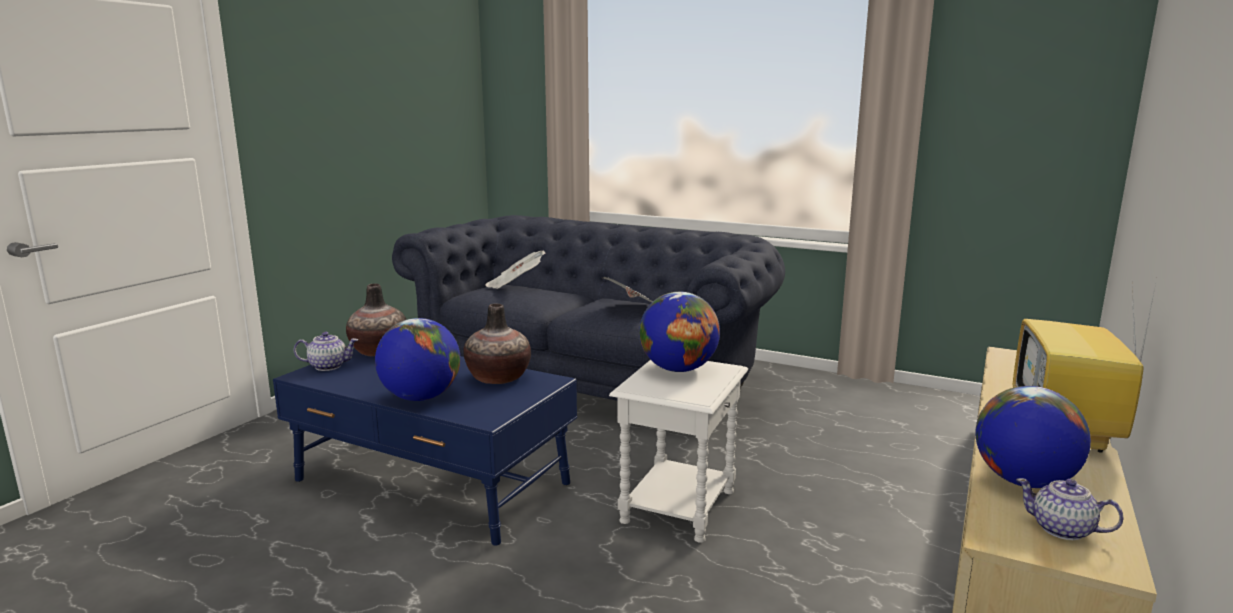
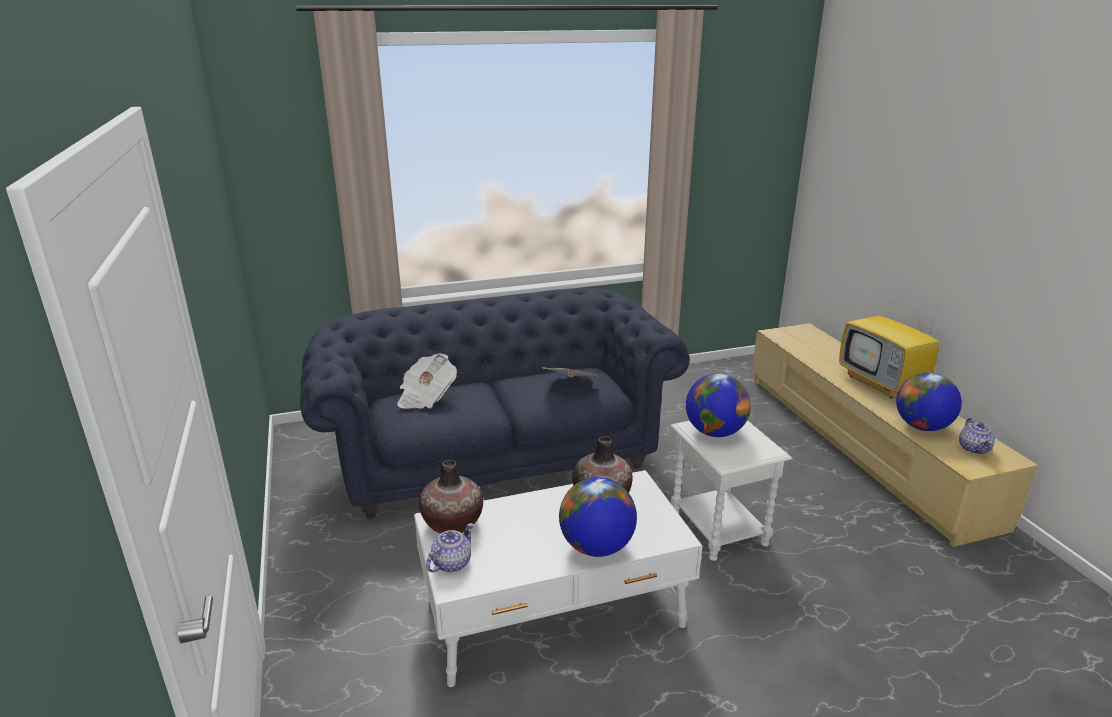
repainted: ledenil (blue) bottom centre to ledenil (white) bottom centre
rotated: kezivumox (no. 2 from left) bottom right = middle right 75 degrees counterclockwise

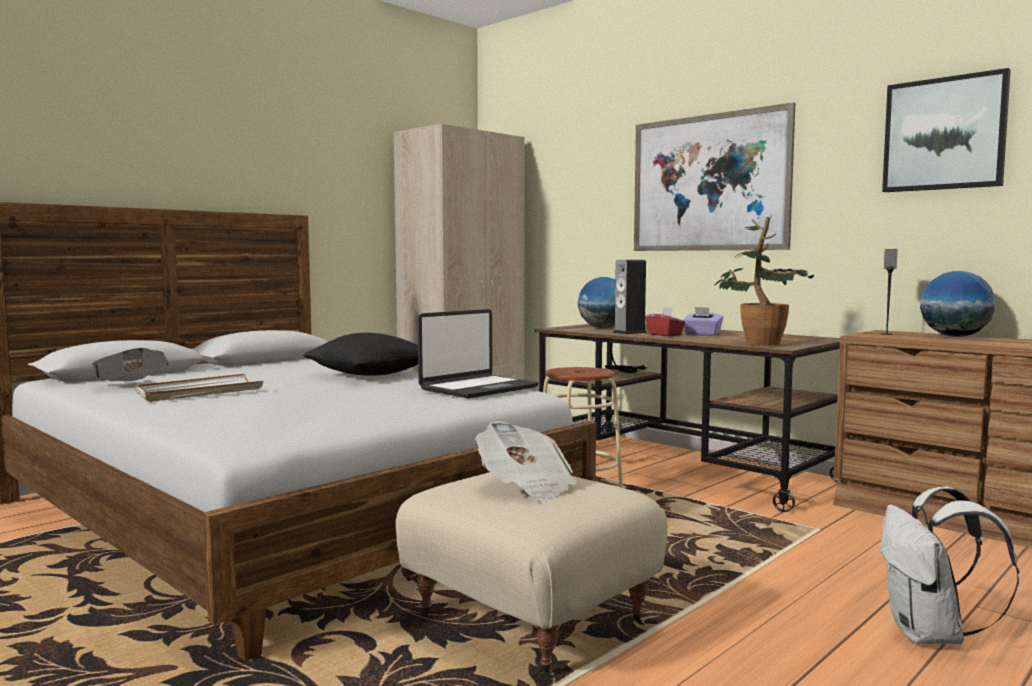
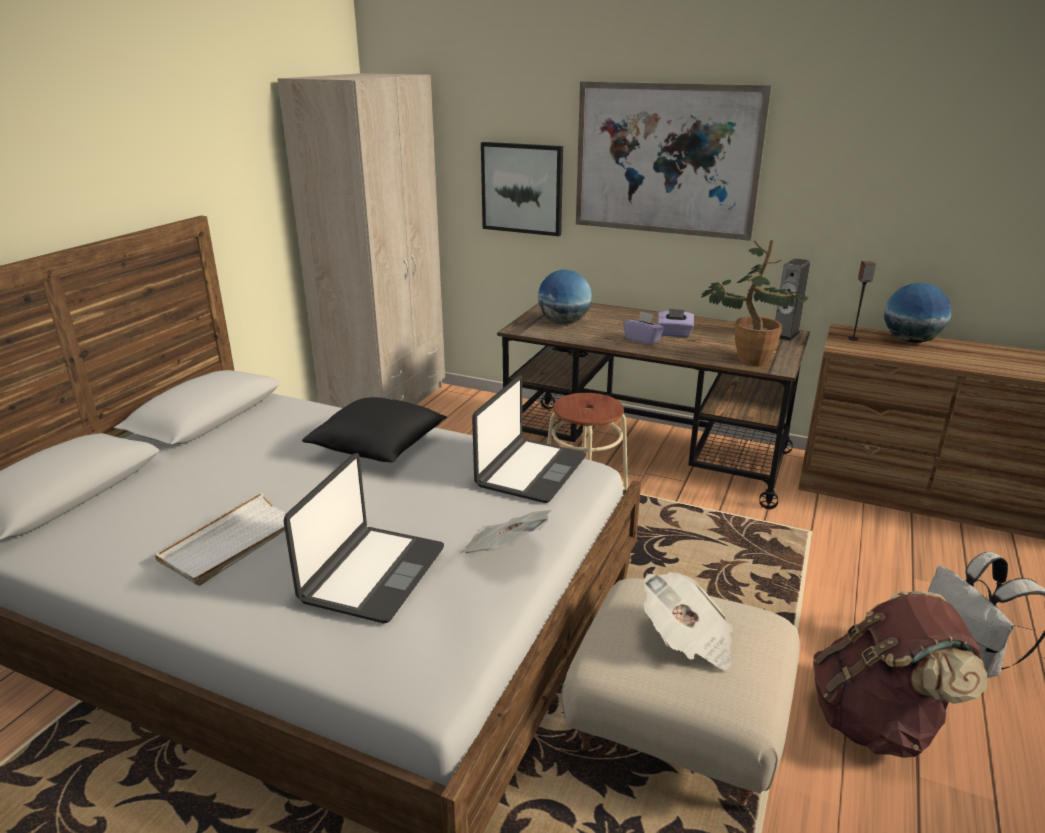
new: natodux (no. 1 from left) centre; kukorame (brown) bottom right
shifted: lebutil (no. 1 from left) middle left to centre; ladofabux (no. 1 from left) centre to middle right; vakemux (no. 2 from left in the first image) top right to vakemux (no. 1 from left) top centre
repainted: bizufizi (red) centre to bizufizi (purple) (no. 1 from left) centre

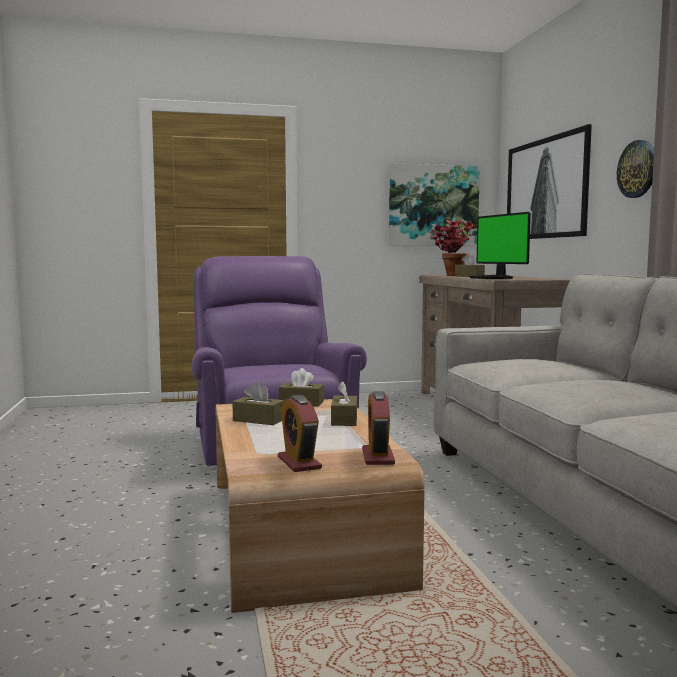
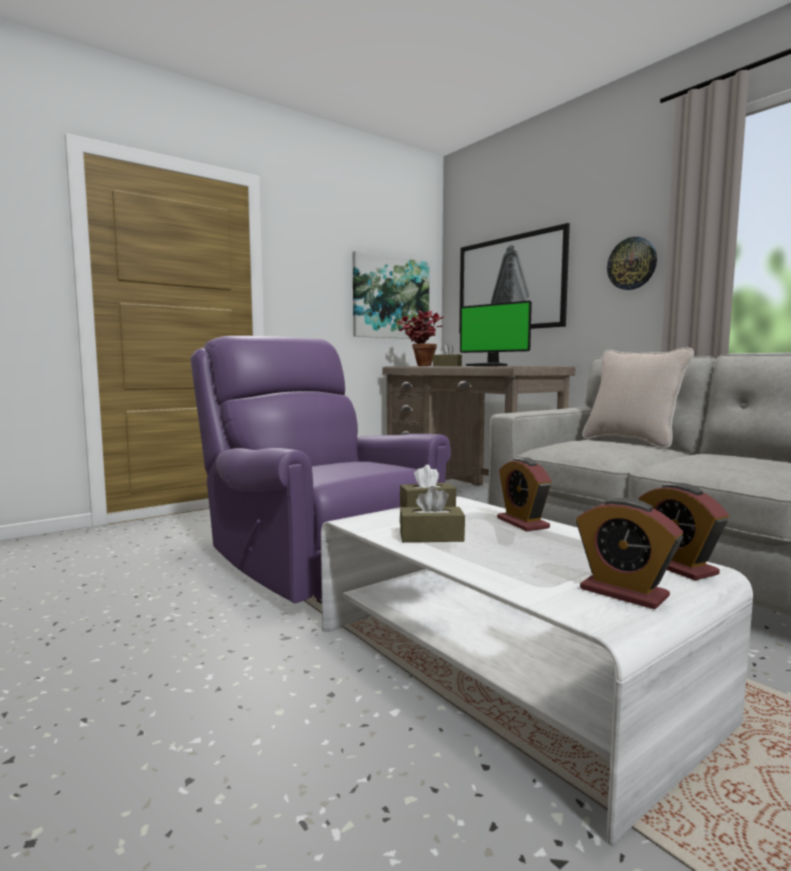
new: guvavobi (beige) middle right
swapped: bizufizi (brown) (no. 3 from left) centre to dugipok (no. 1 from left) centre
repainted: ledenil (brown) bottom centre to ledenil (white) bottom right

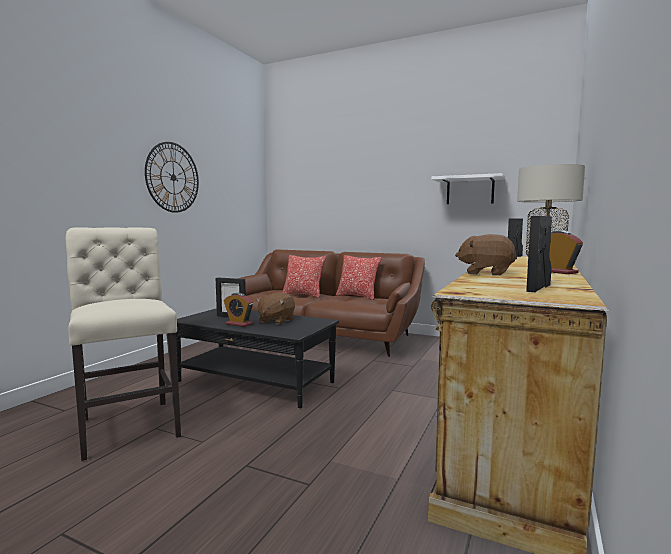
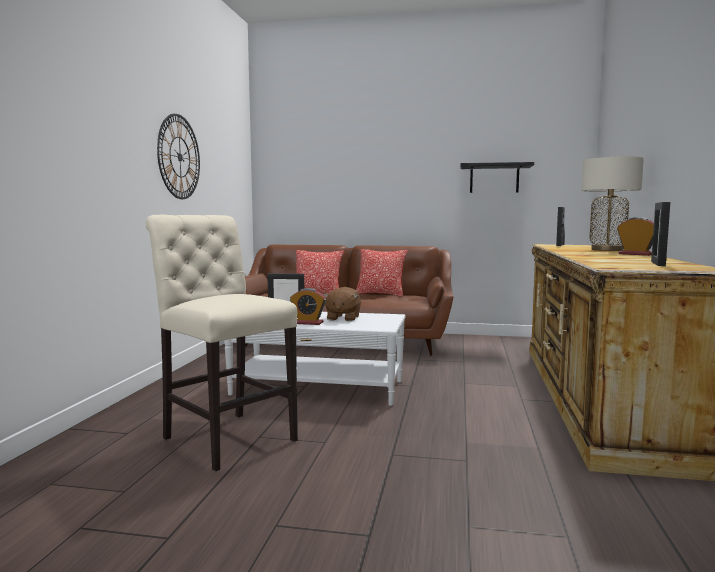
gone: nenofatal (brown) (no. 2 from left) middle right
repainted: ledenil (black) centre to ledenil (white) centre; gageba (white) middle right to gageba (black) top right

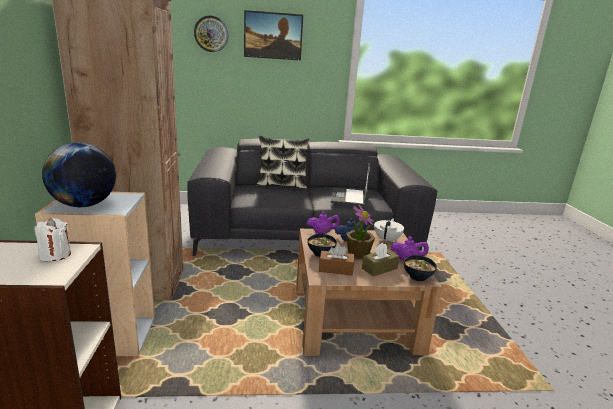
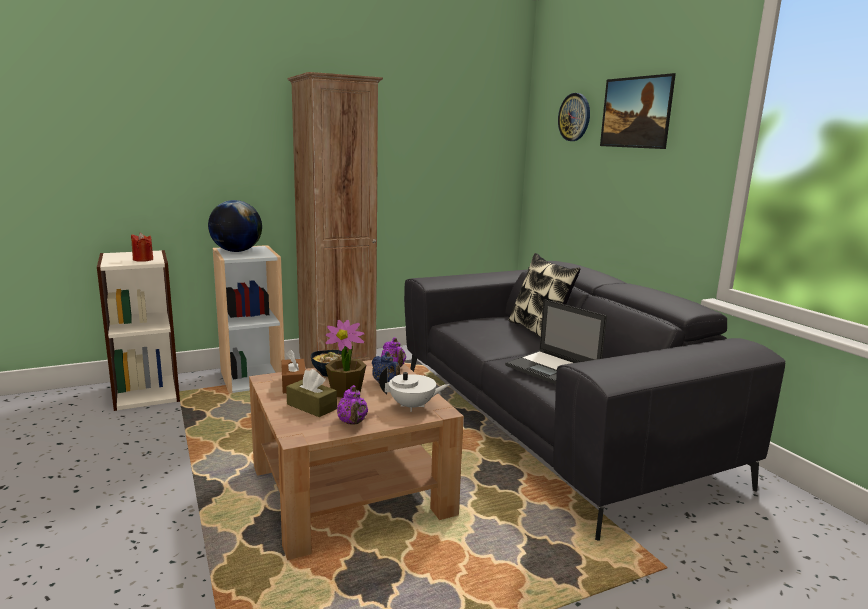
gone: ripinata (no. 2 from left) middle right
repainted: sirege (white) middle left to sirege (red) middle left
rotated: natodux centre = centre 120 degrees counterclockwise

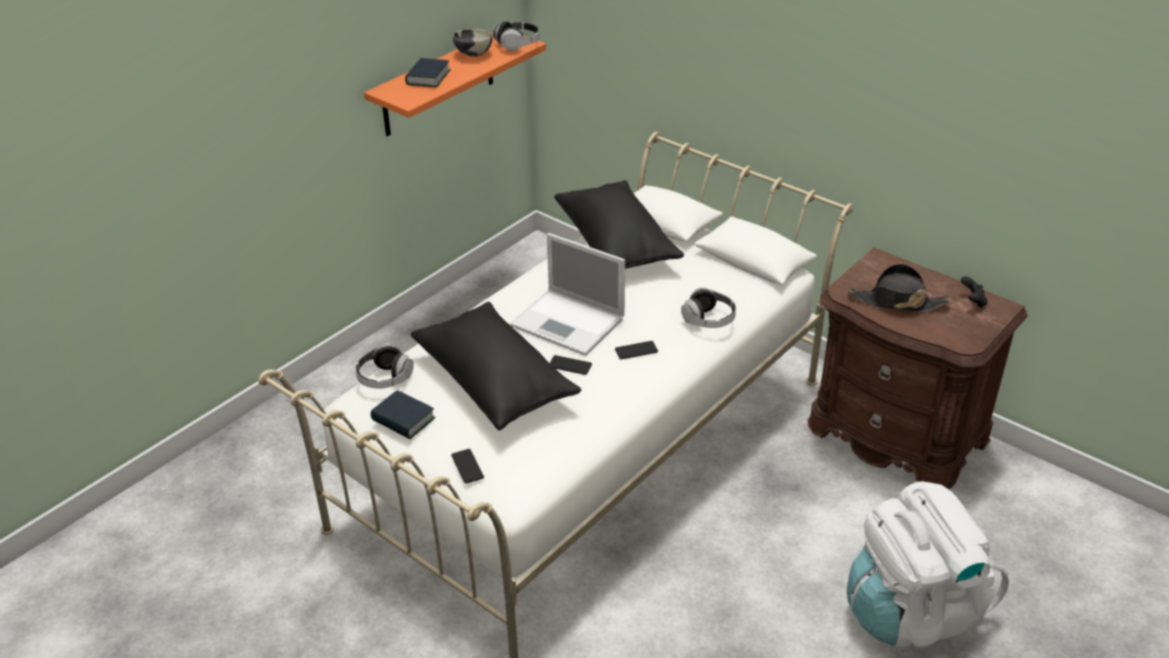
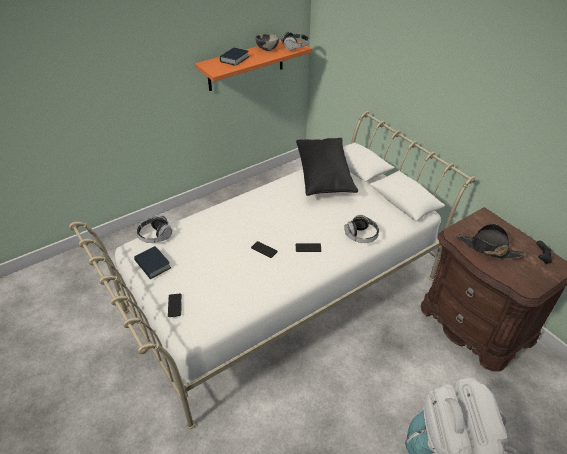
gone: guvavobi (black) (no. 1 from left) centre; natodux centre

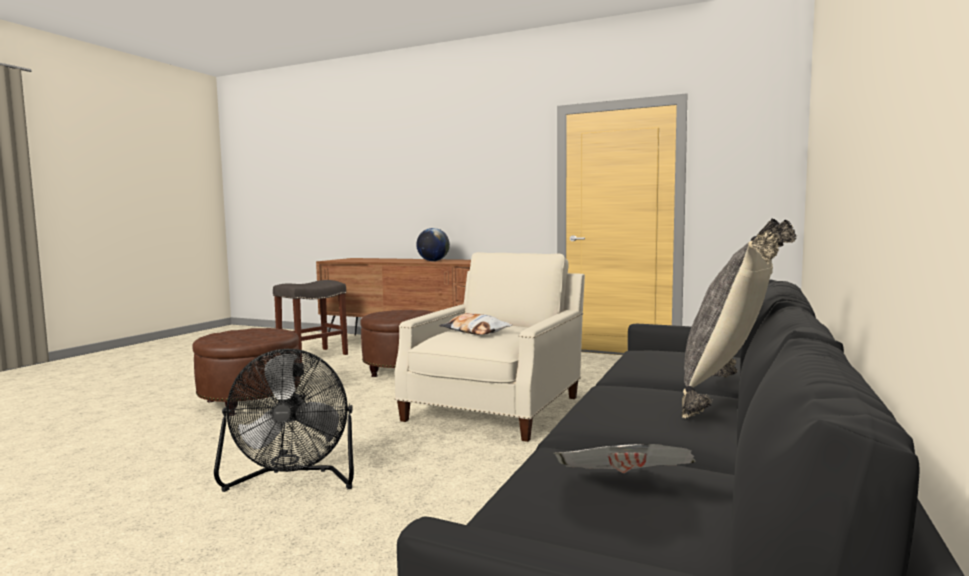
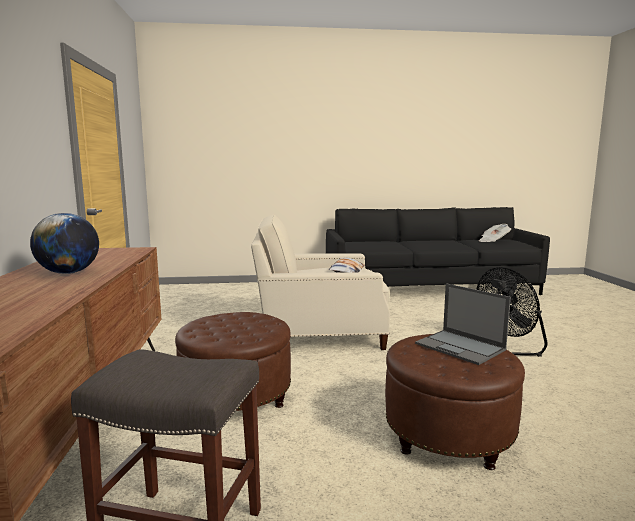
gone: guvavobi (no. 2 from left) middle right
new: natodux middle right

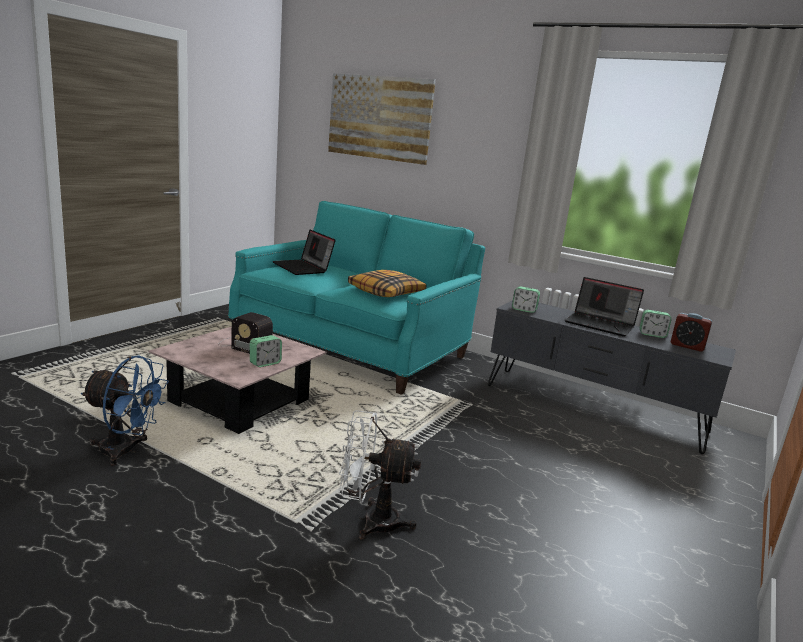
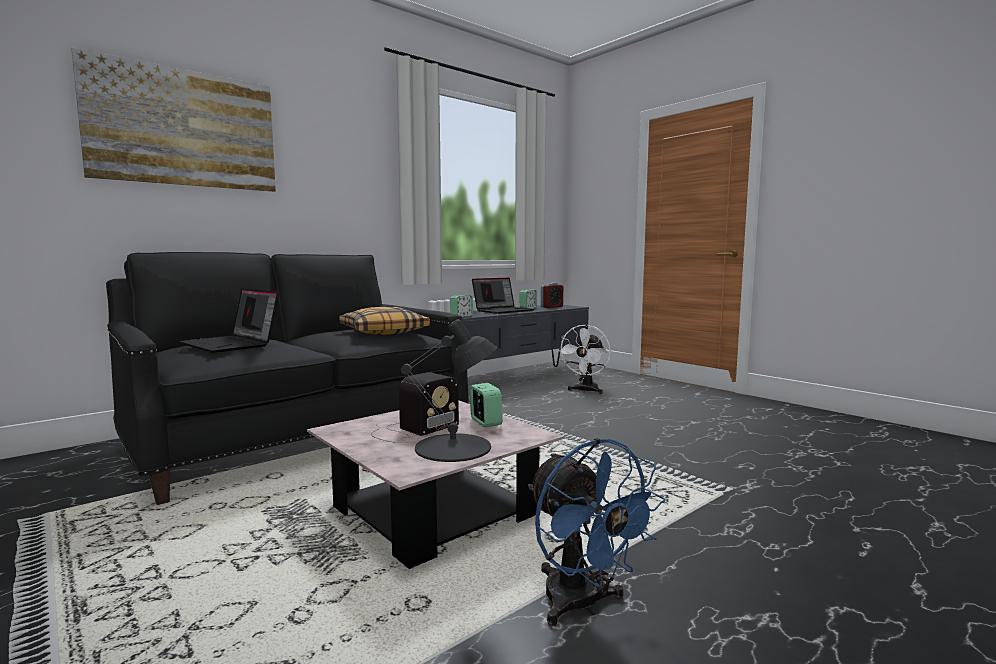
new: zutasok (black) centre
shifted: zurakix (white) bottom centre to centre
repainted: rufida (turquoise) centre to rufida (black) middle left
rotated: zurakix (blue) middle left = bottom centre 120 degrees clockwise; natodux (no. 1 from left) centre = middle left 60 degrees clockwise

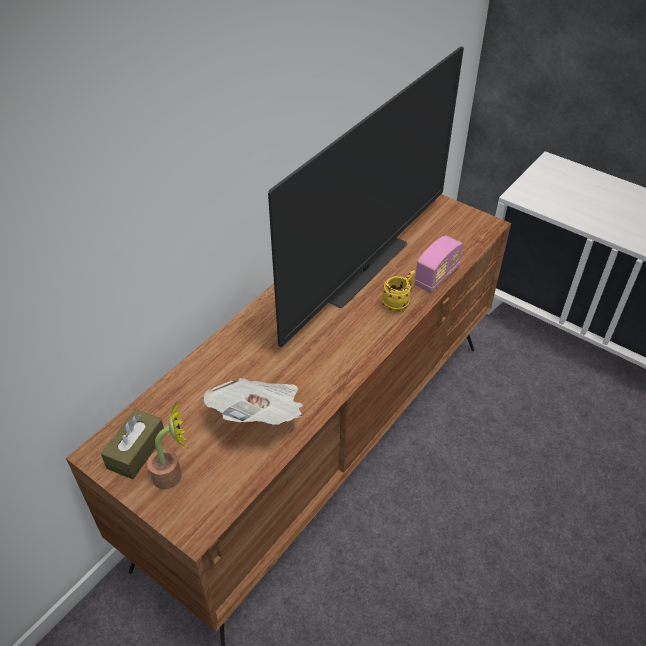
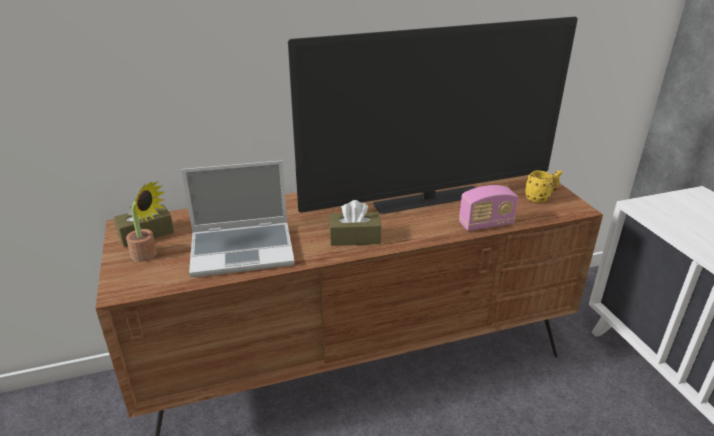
new: bizufizi (brown) (no. 2 from left) centre
shifted: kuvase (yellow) centre to middle right
swapped: lebutil centre to natodux centre

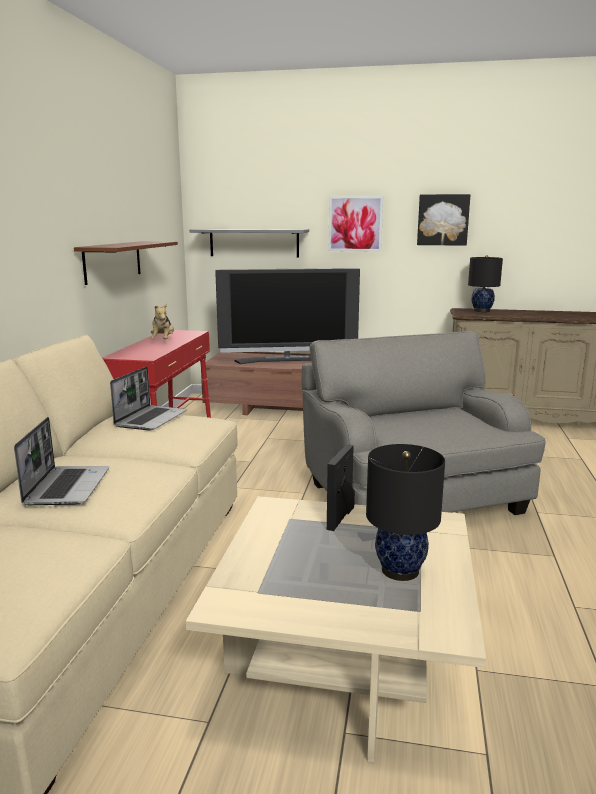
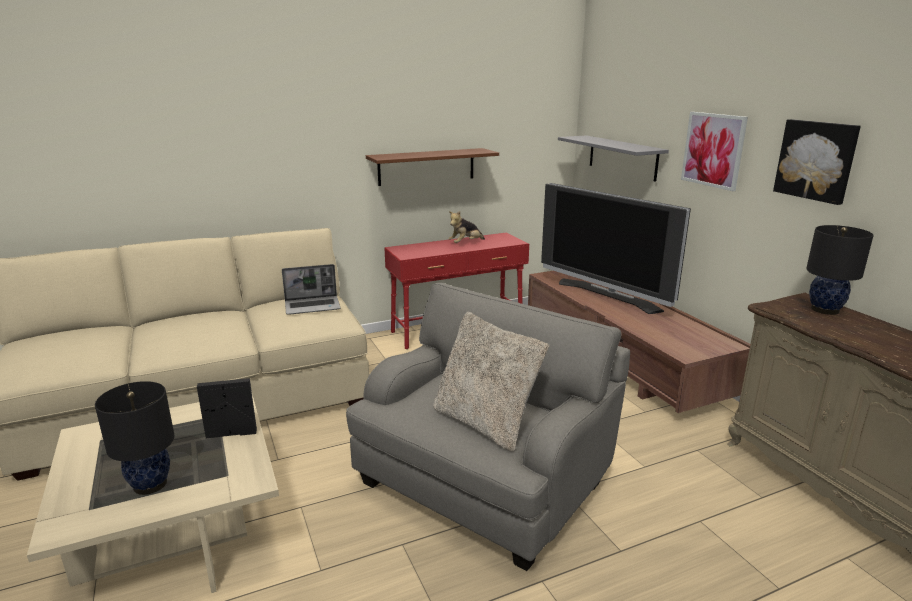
gone: natodux (no. 1 from left) middle left
new: guvavobi (beige) centre

